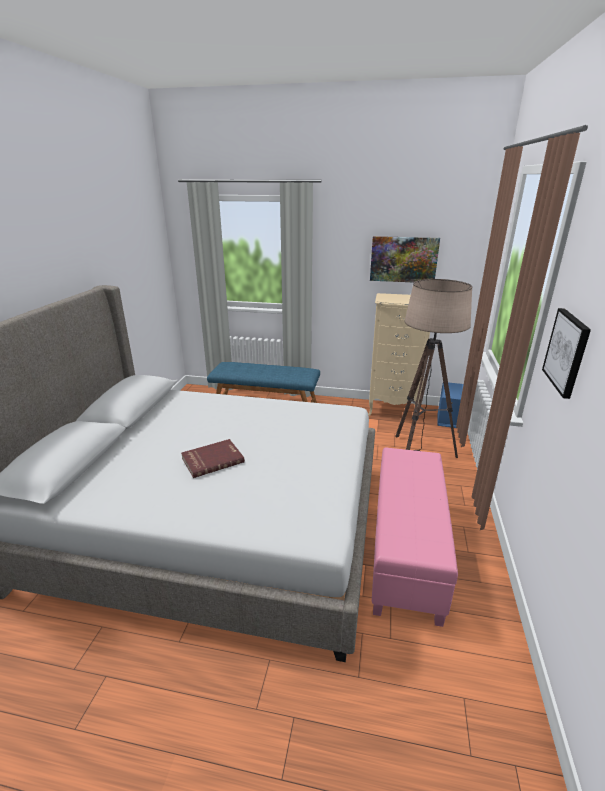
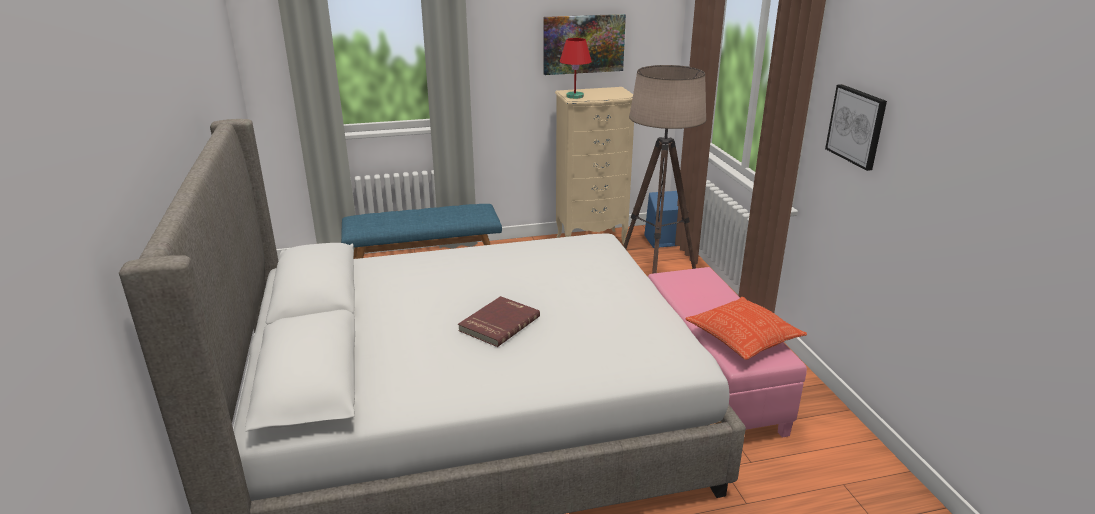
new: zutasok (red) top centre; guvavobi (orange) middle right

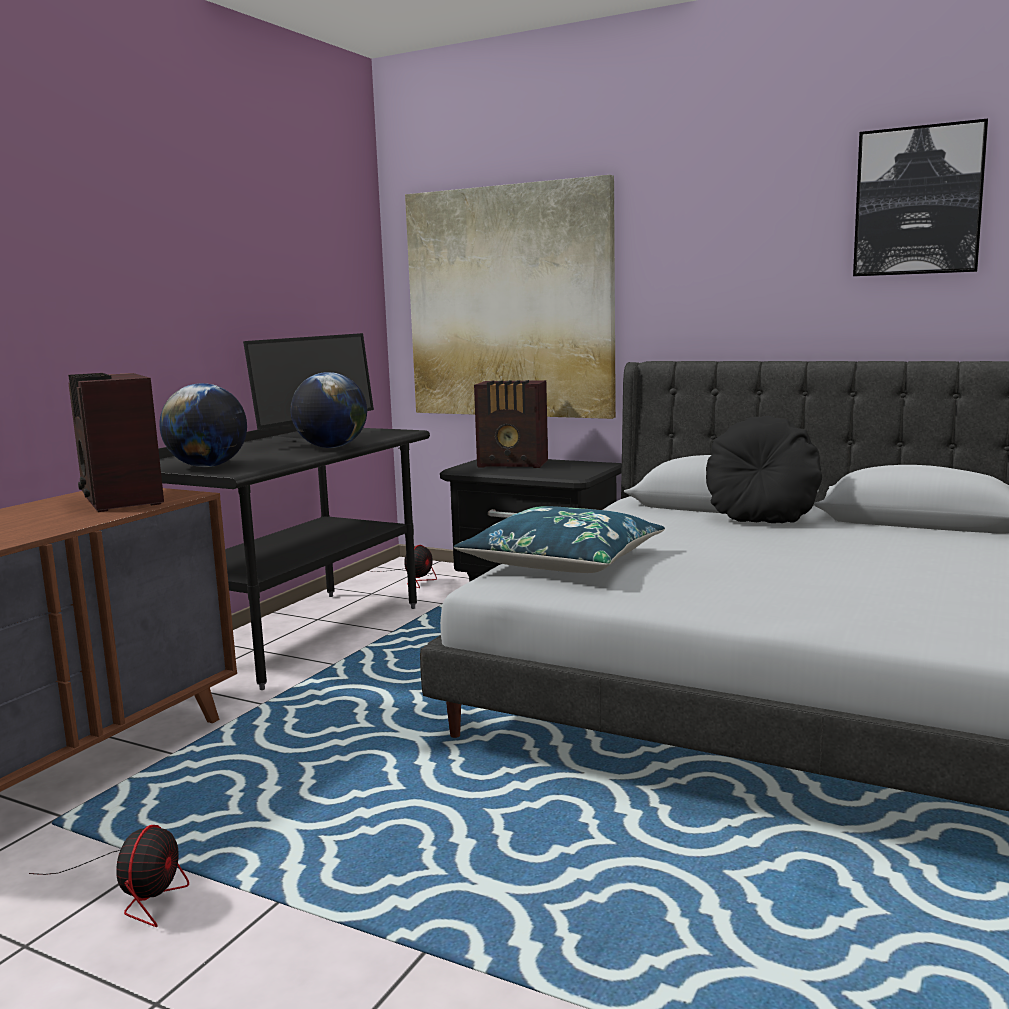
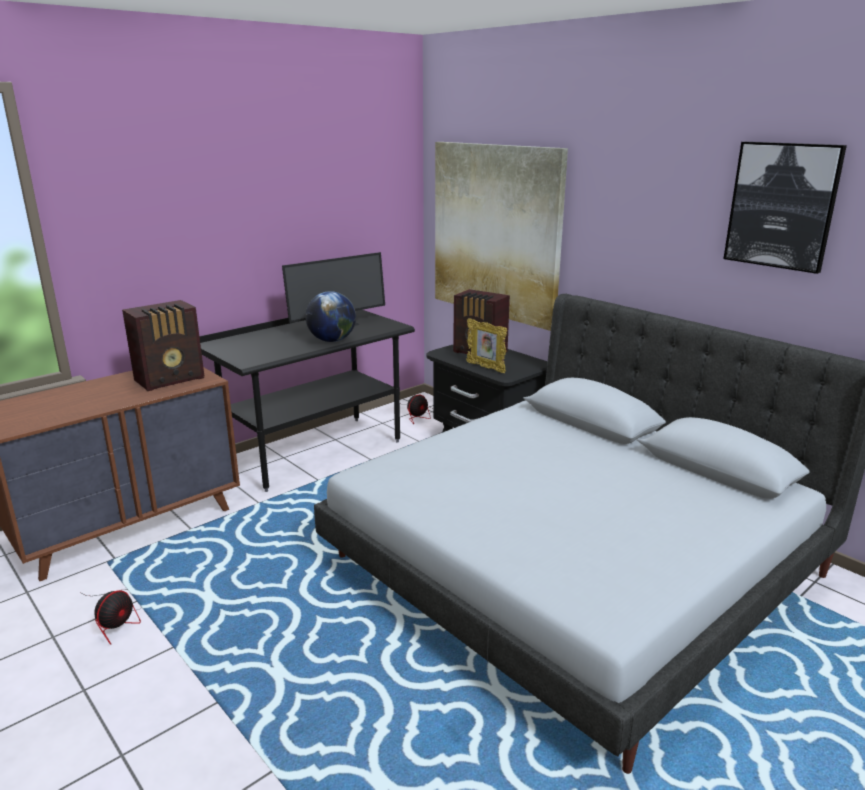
gone: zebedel (no. 1 from left) middle left; guvavobi (blue) centre; guvavobi (black) middle right
new: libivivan centre
rotated: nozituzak (no. 1 from left) middle left = middle left 120 degrees counterclockwise

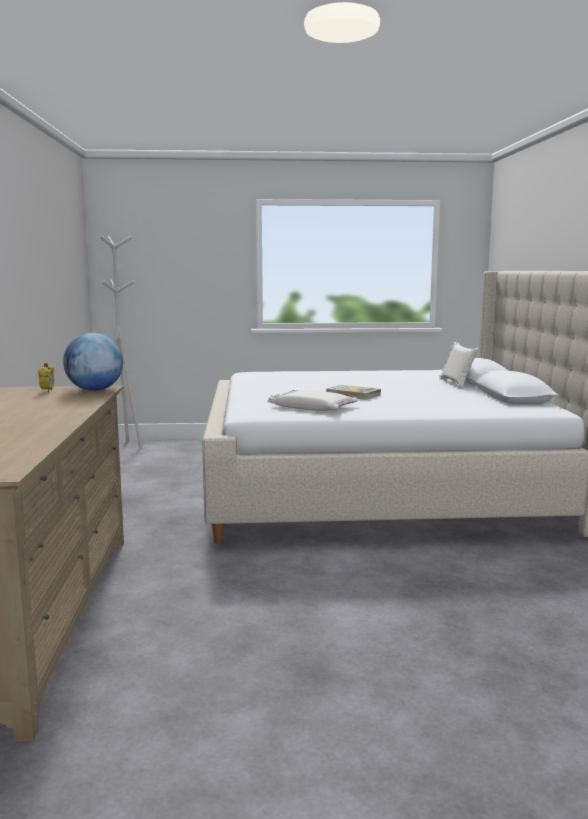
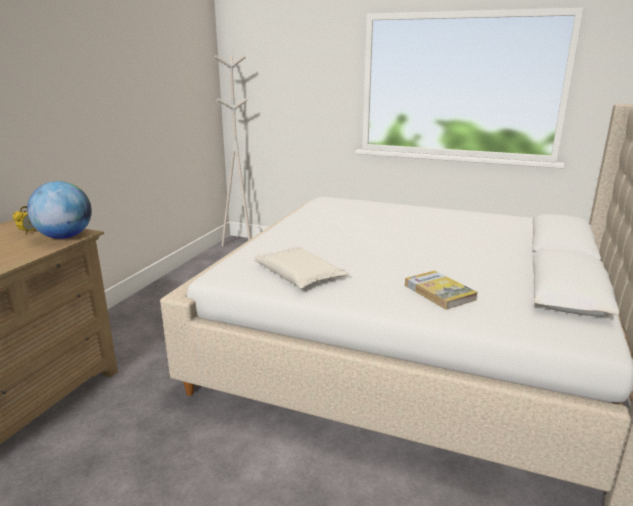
gone: guvavobi (white) (no. 2 from left) middle right
shifted: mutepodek centre to middle right

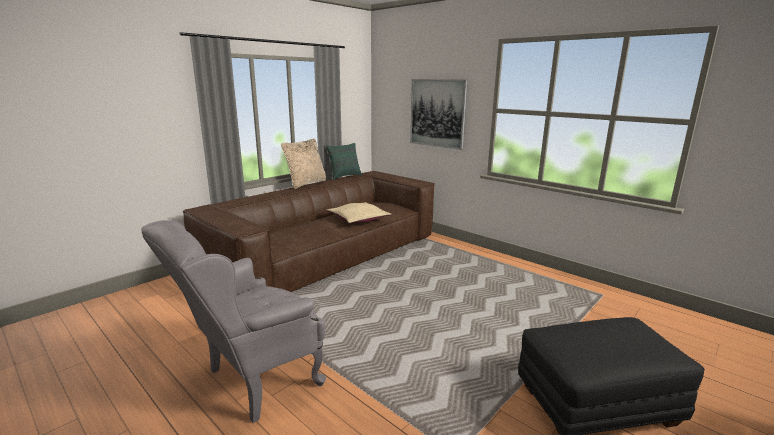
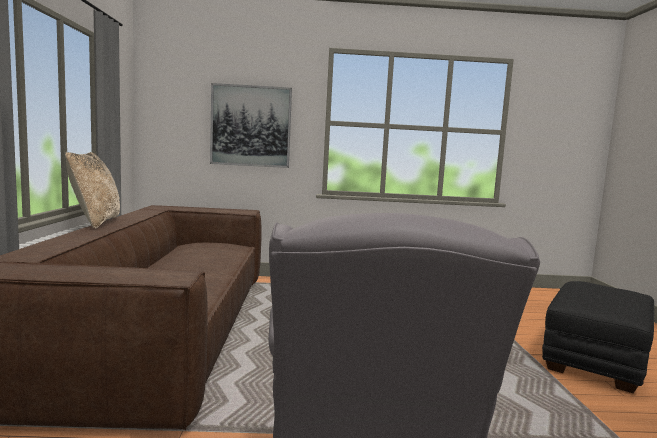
gone: guvavobi (green) centre; guvavobi (beige) (no. 2 from left) centre

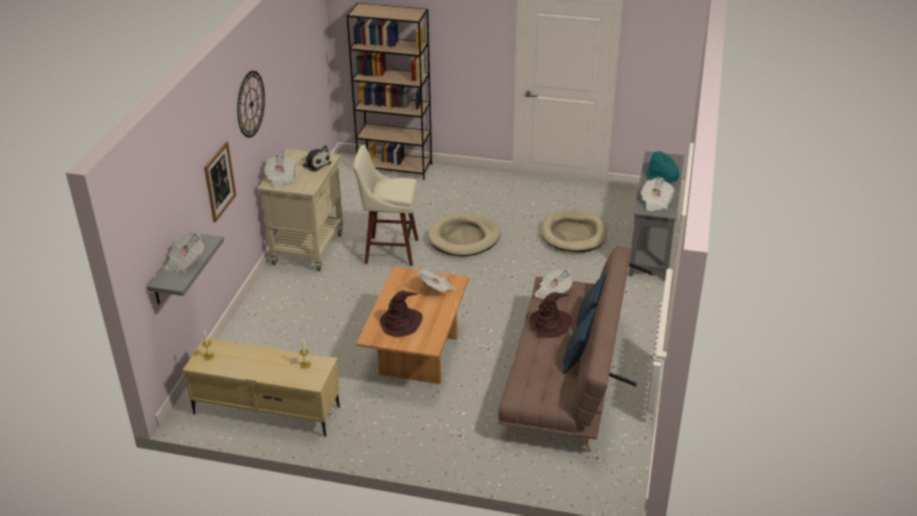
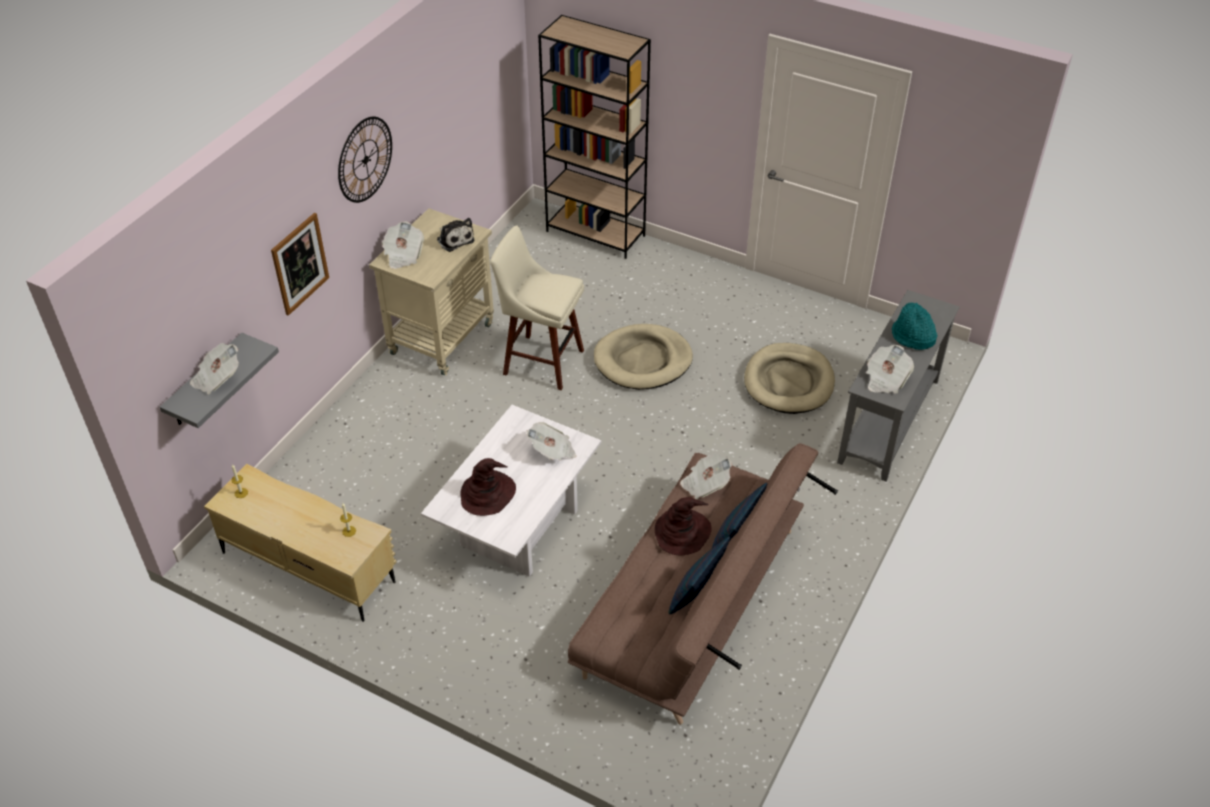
repainted: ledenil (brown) centre to ledenil (white) centre

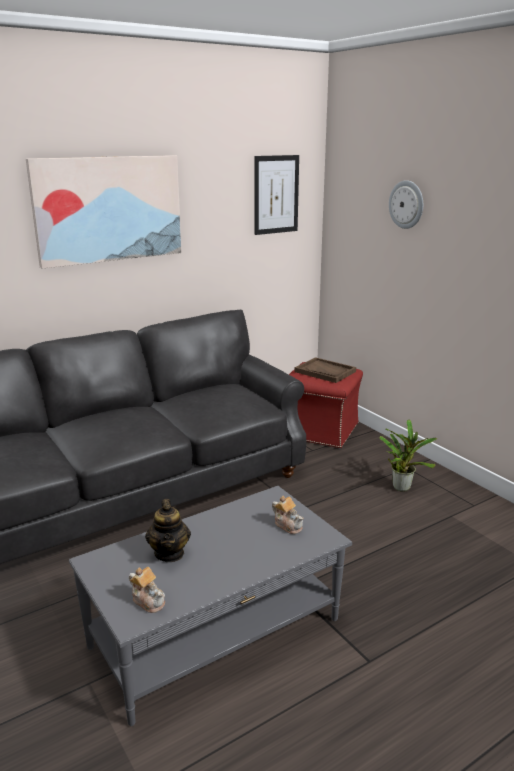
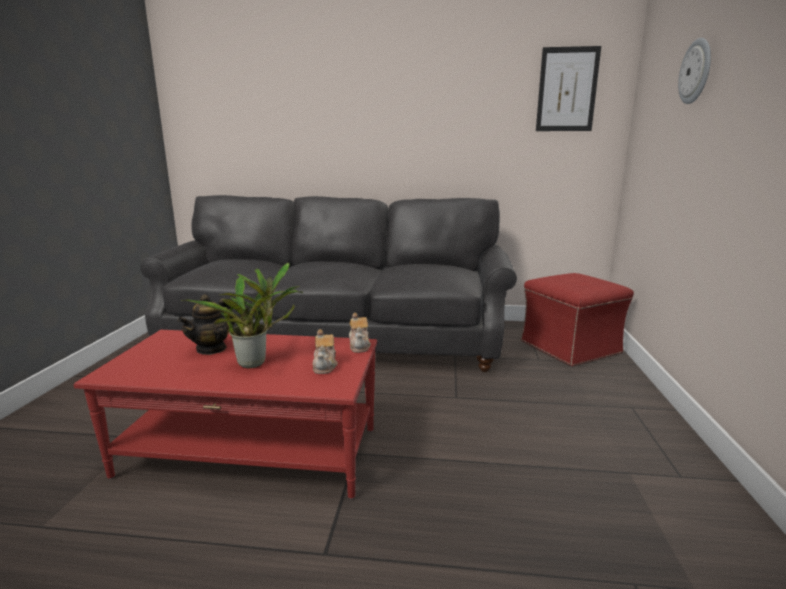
gone: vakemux (no. 1 from left) top left; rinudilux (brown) centre
shifted: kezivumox (no. 1 from left in the first image) bottom left to kezivumox (no. 3 from left) centre; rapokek middle right to middle left
repainted: ledenil (grey) bottom centre to ledenil (red) bottom left

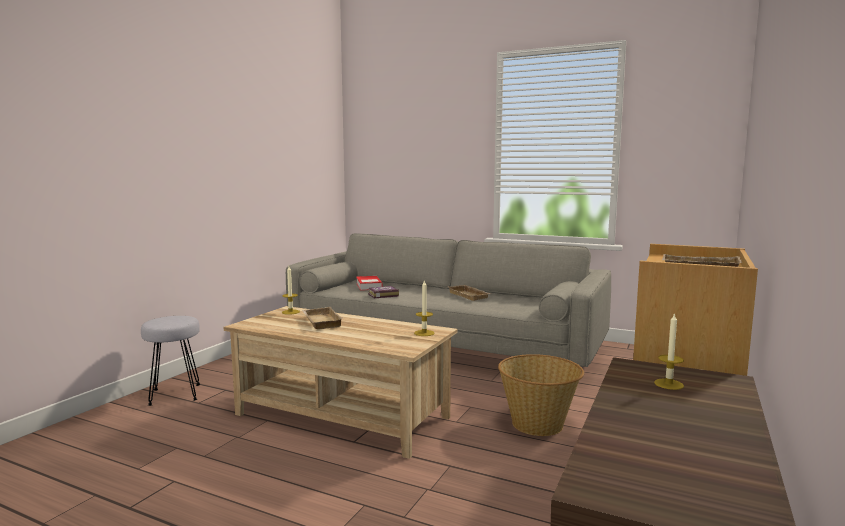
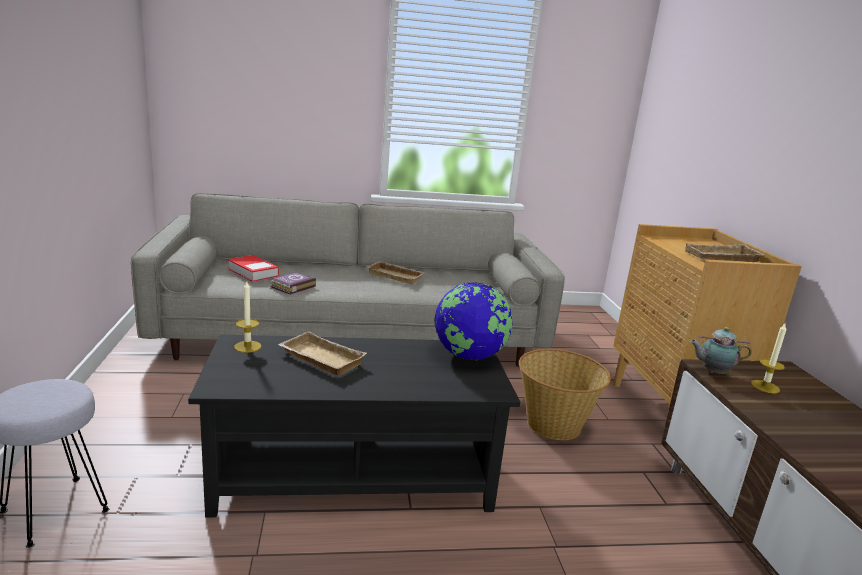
new: kezivumox middle right
swapped: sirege (no. 2 from left) centre to zebedel centre
repainted: ledenil (beige) bottom centre to ledenil (black) bottom centre

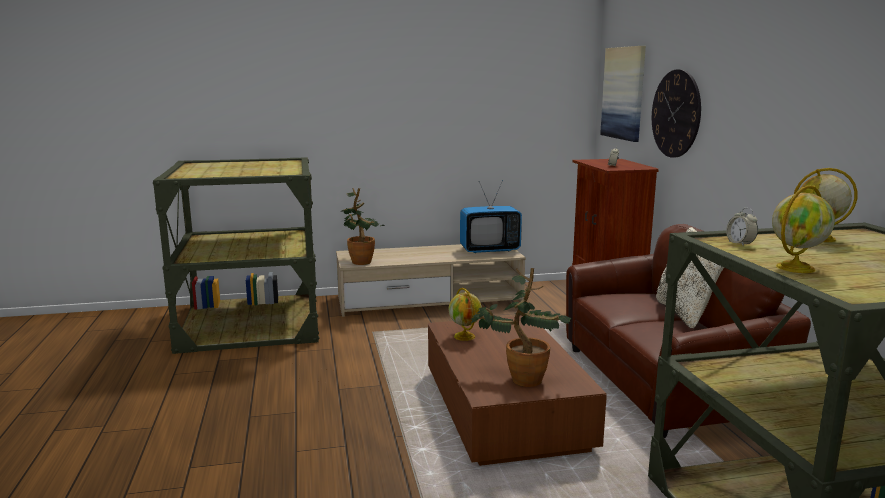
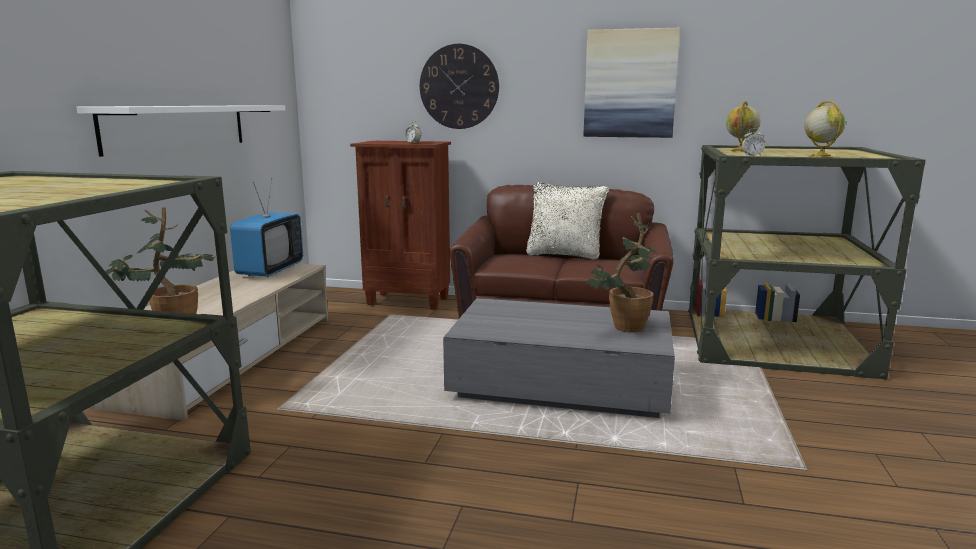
gone: zebedel (no. 1 from left) centre
new: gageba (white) top left
shifted: vakemux top right to top centre
repainted: ledenil (brown) bottom centre to ledenil (grey) centre

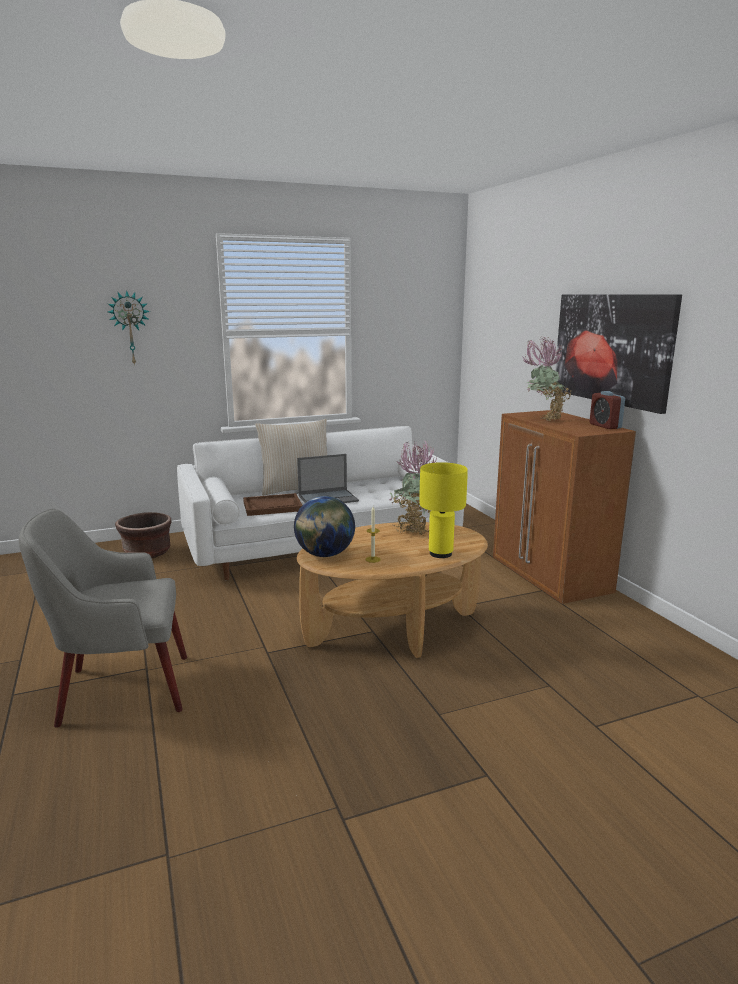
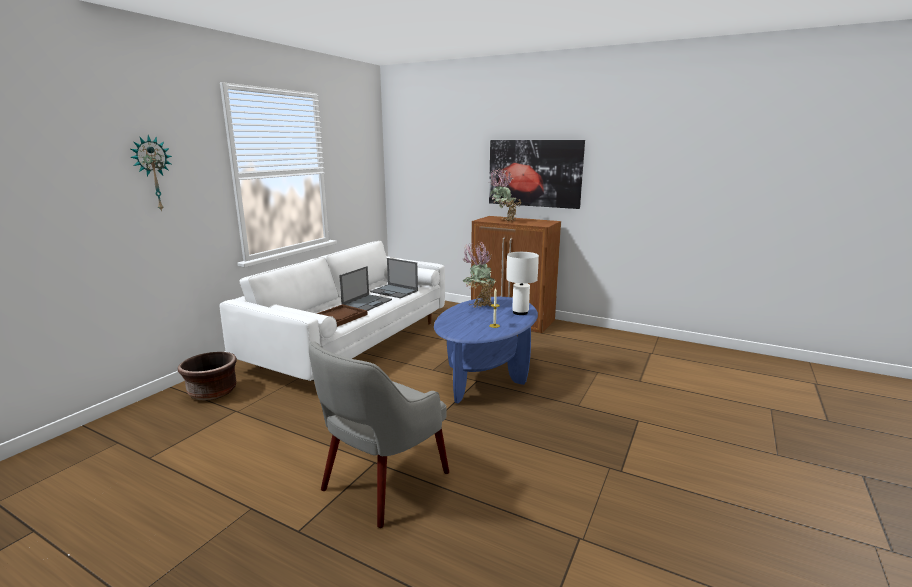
gone: guvavobi (beige) centre; zebedel centre; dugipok middle right
new: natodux (no. 2 from left) centre
repainted: ledenil (brown) centre to ledenil (blue) centre; zutasok (yellow) centre to zutasok (white) centre

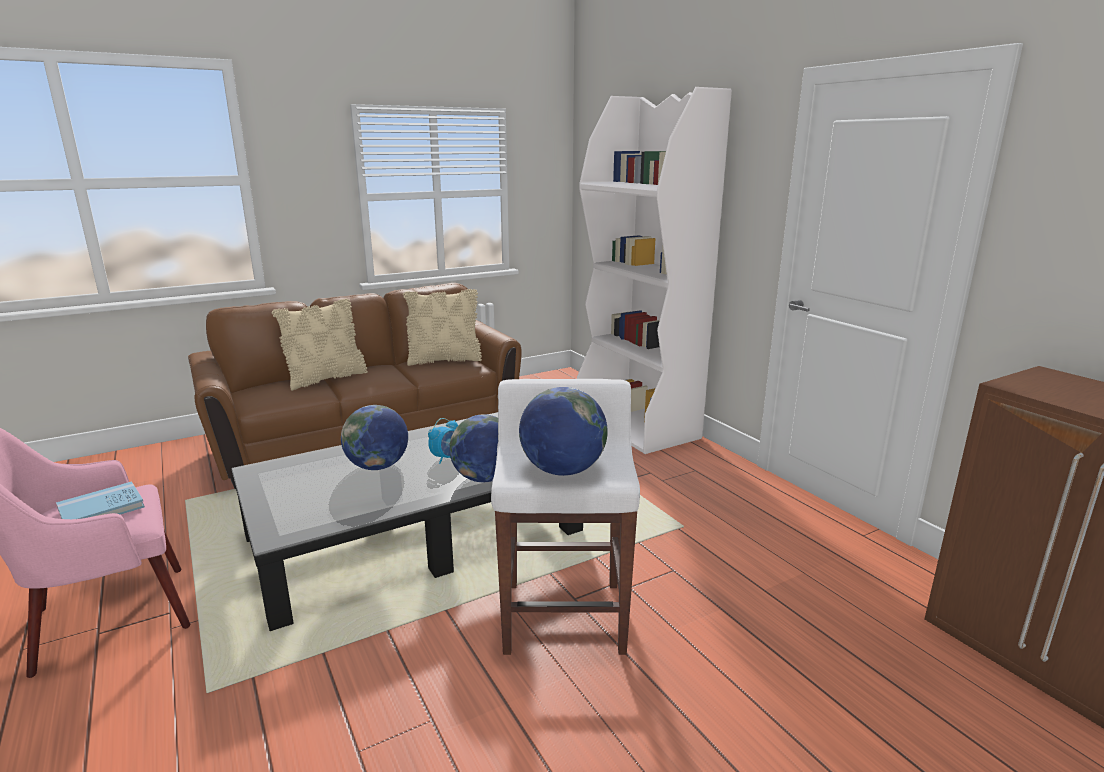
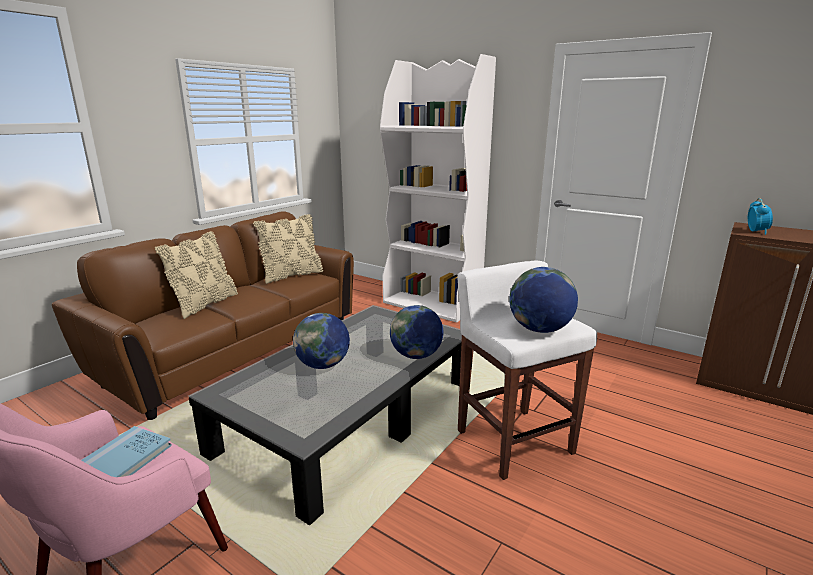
shifted: dugipok centre to middle right

